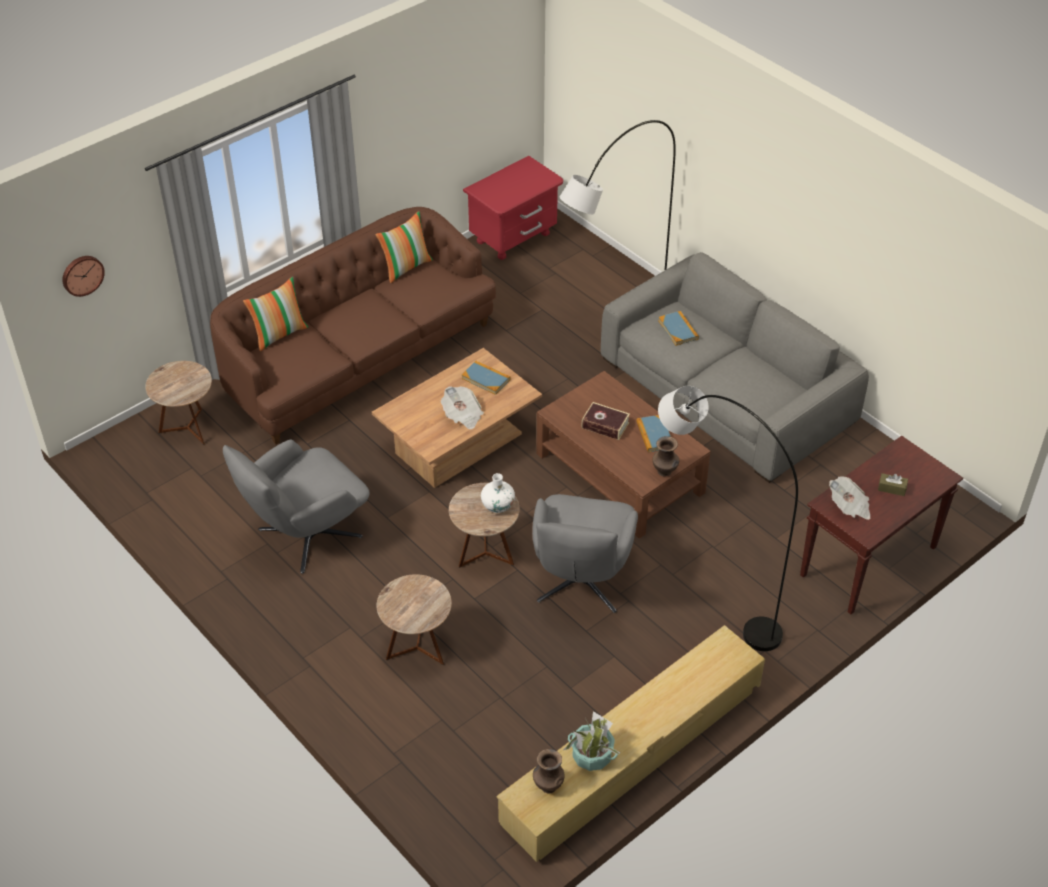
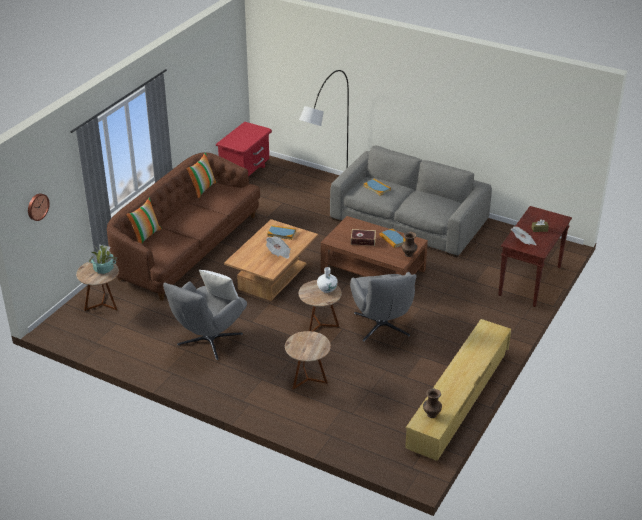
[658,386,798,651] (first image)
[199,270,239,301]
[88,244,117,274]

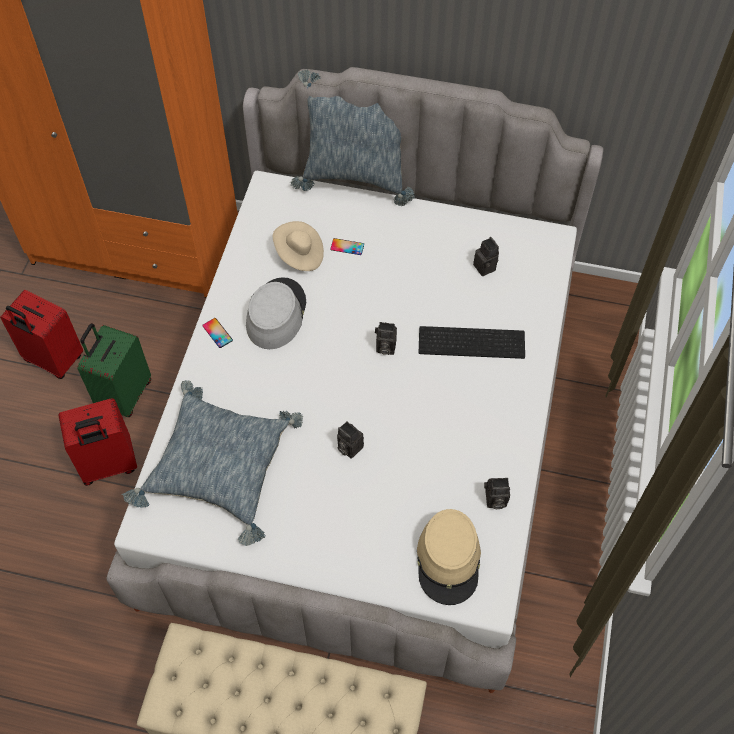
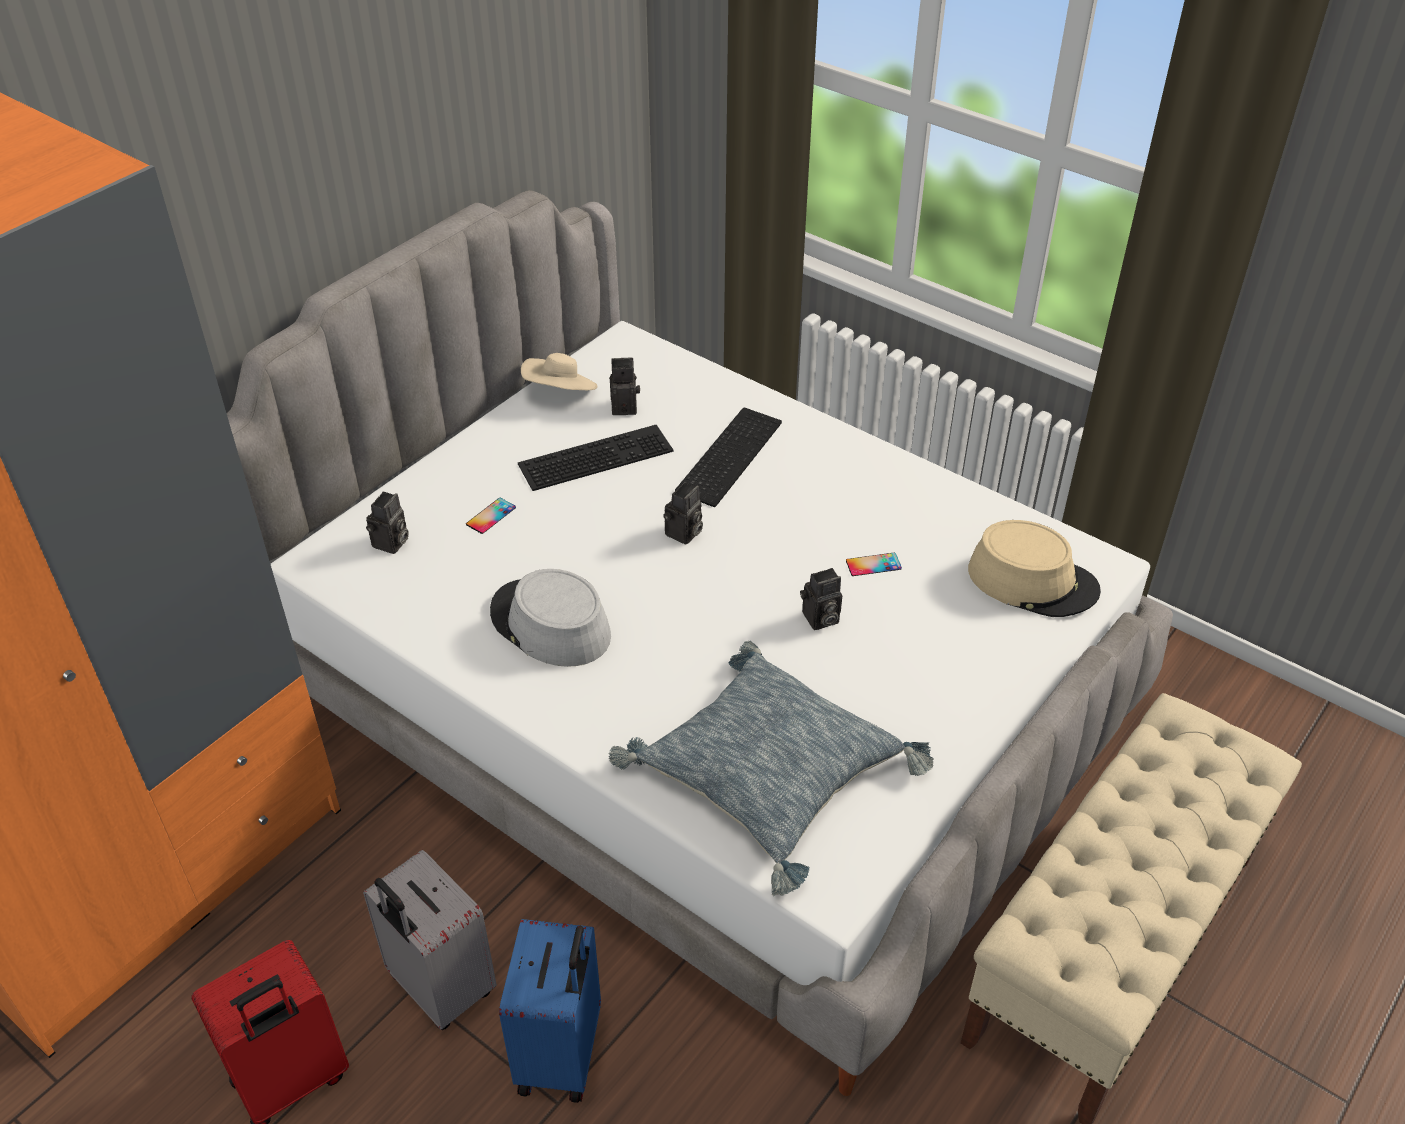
[290,69,415,206] (first image)
[518,425,674,491]
[846,553,902,576]
[521,353,598,390]
[366,491,409,554]
[499,919,601,1103]
[363,850,497,1030]

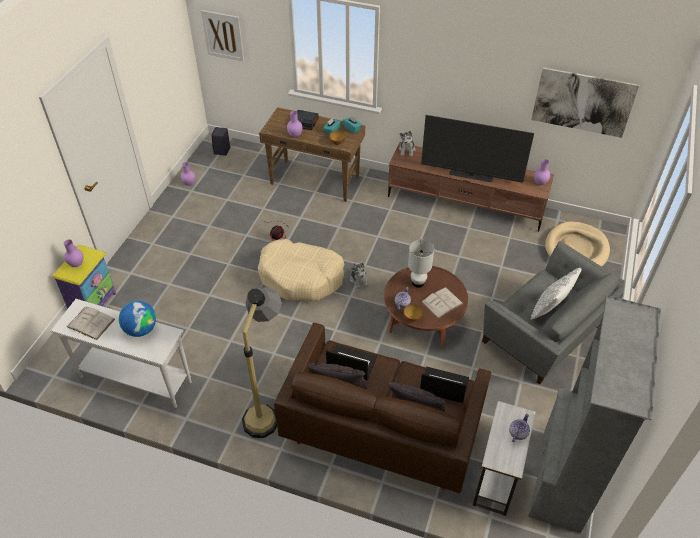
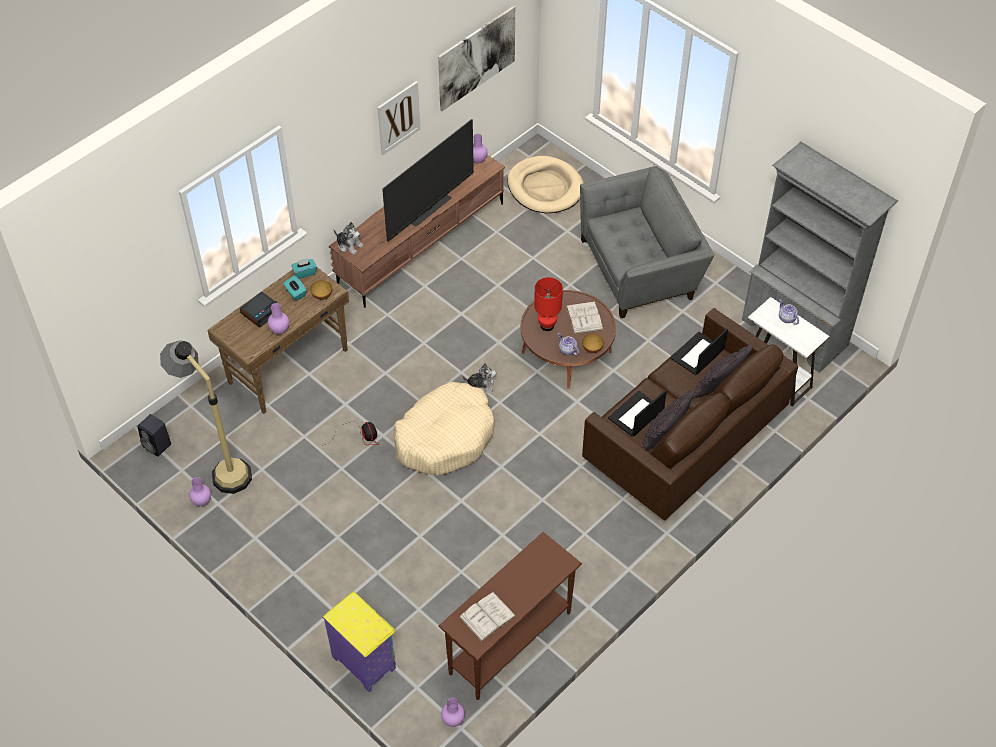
[119,301,156,337] (first image)
[530,268,582,320] (first image)
[441,698,465,727]
[377,81,420,155]
[160,340,252,494]
[439,532,582,700]
[534,277,563,331]

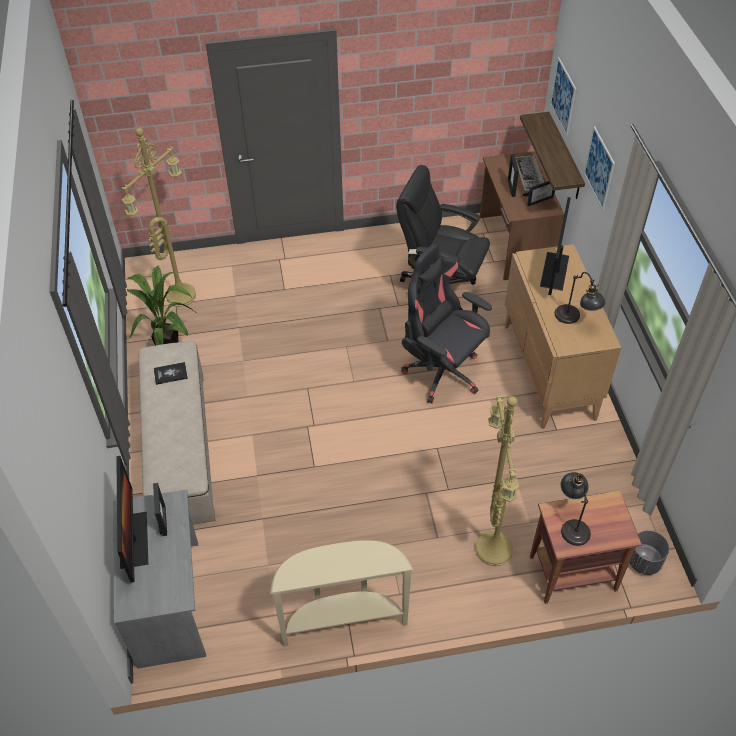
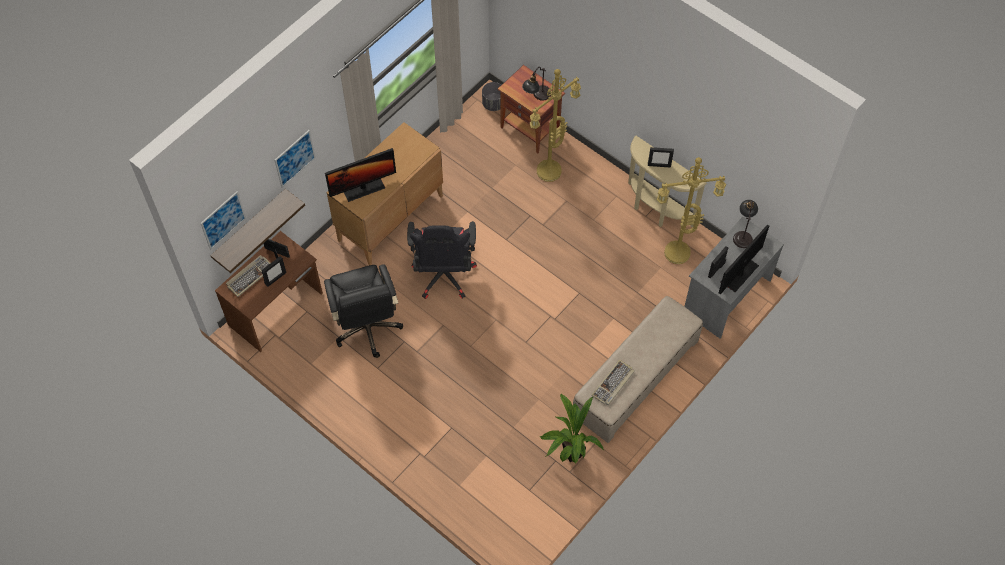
[648,147,674,168]
[657,157,726,264]
[733,200,758,248]
[591,360,635,405]

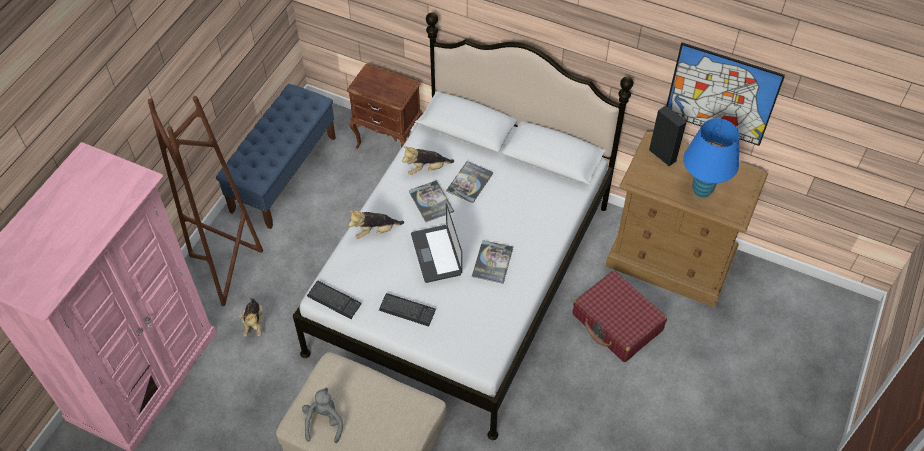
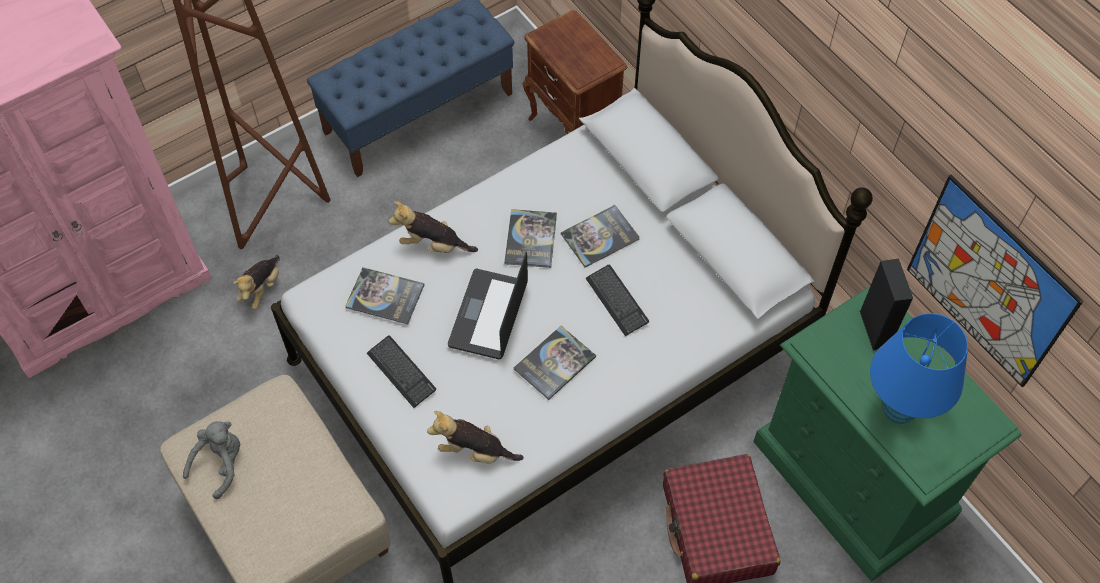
[345,267,424,324]
[586,265,649,336]
[427,411,524,464]
[754,286,1022,582]

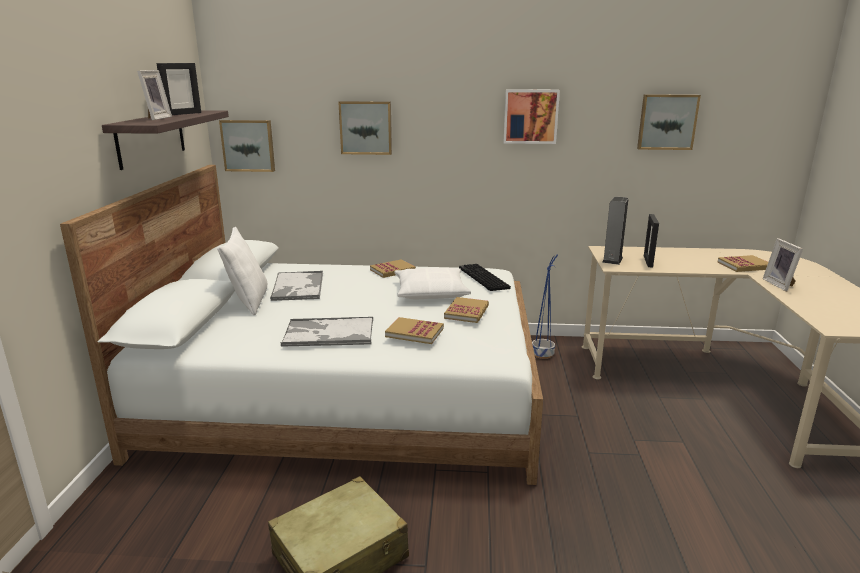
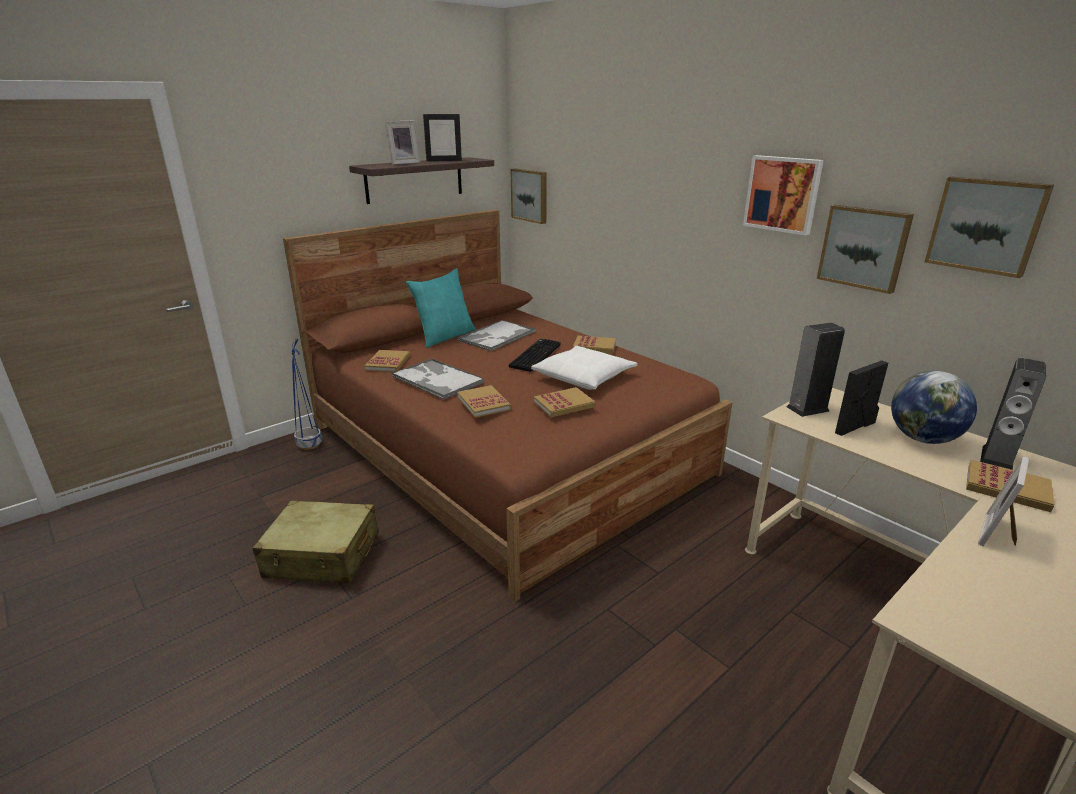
[364,350,410,372]
[891,371,977,444]
[980,358,1046,470]
[817,205,914,294]
[509,339,561,372]
[292,339,322,450]
[283,210,733,602]
[406,268,476,348]

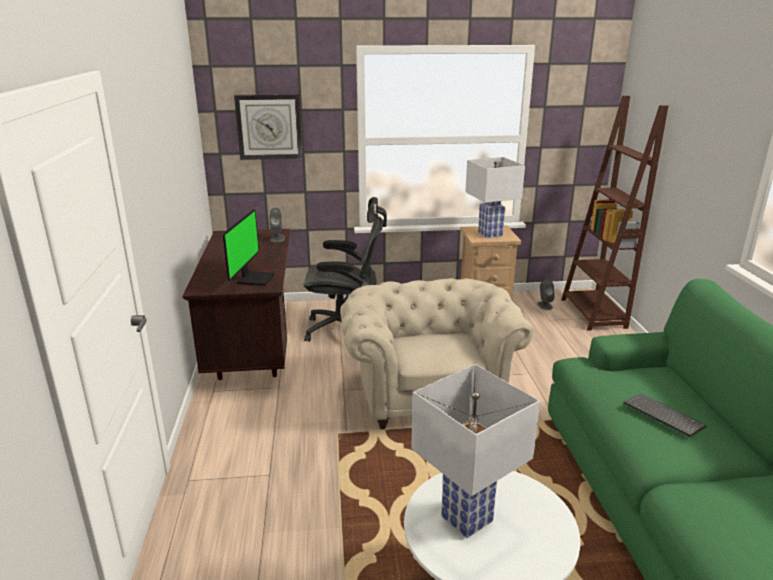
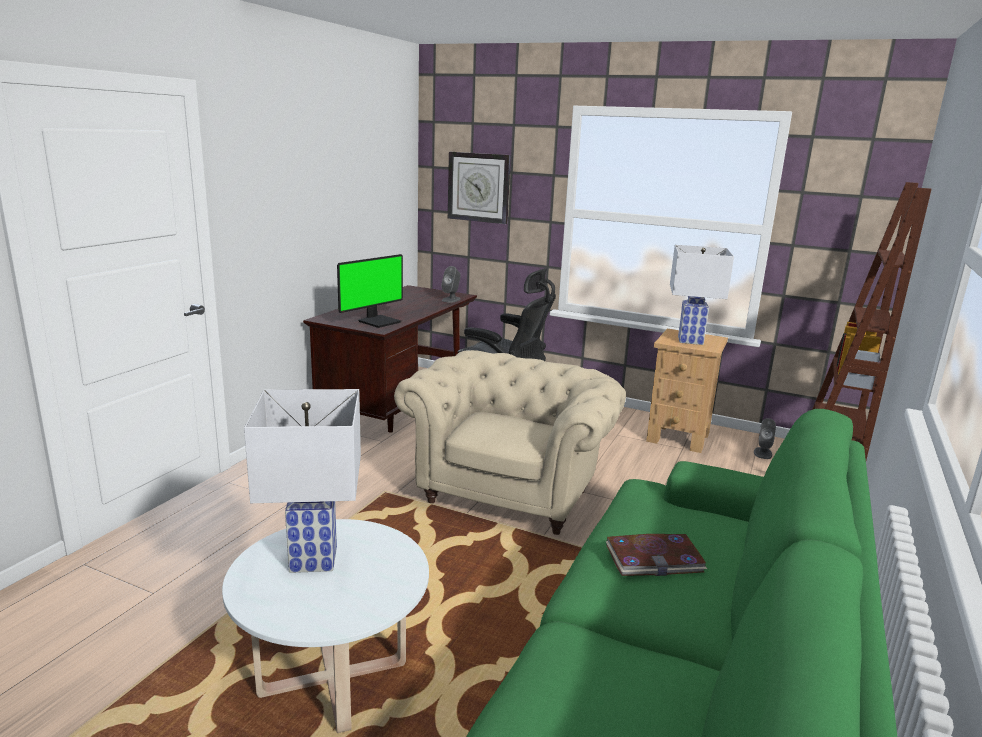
[605,534,707,576]

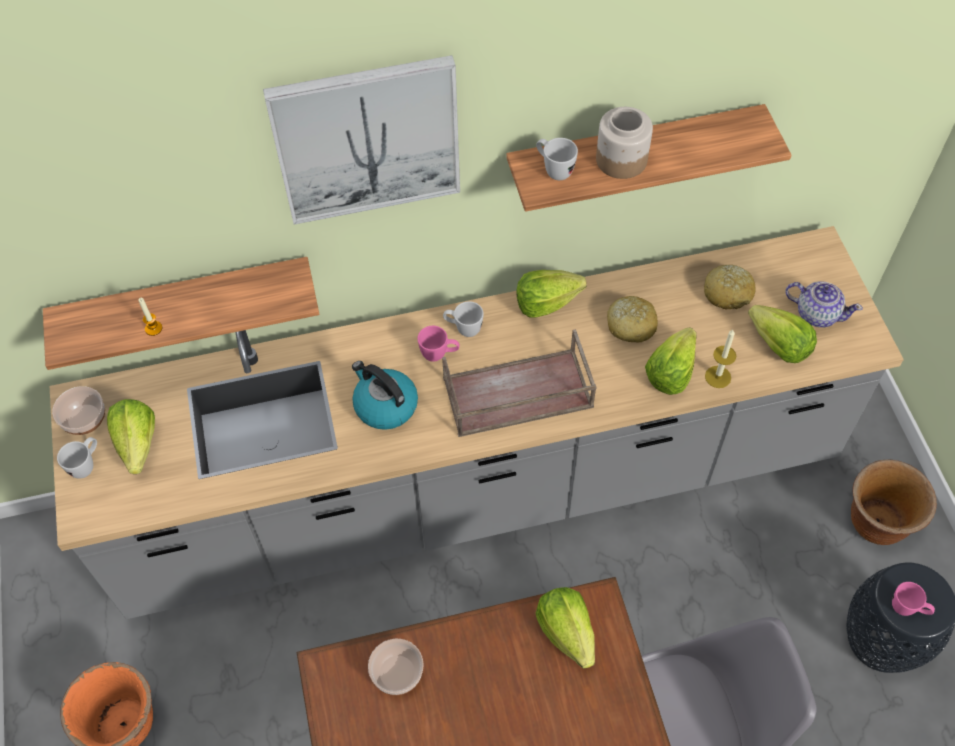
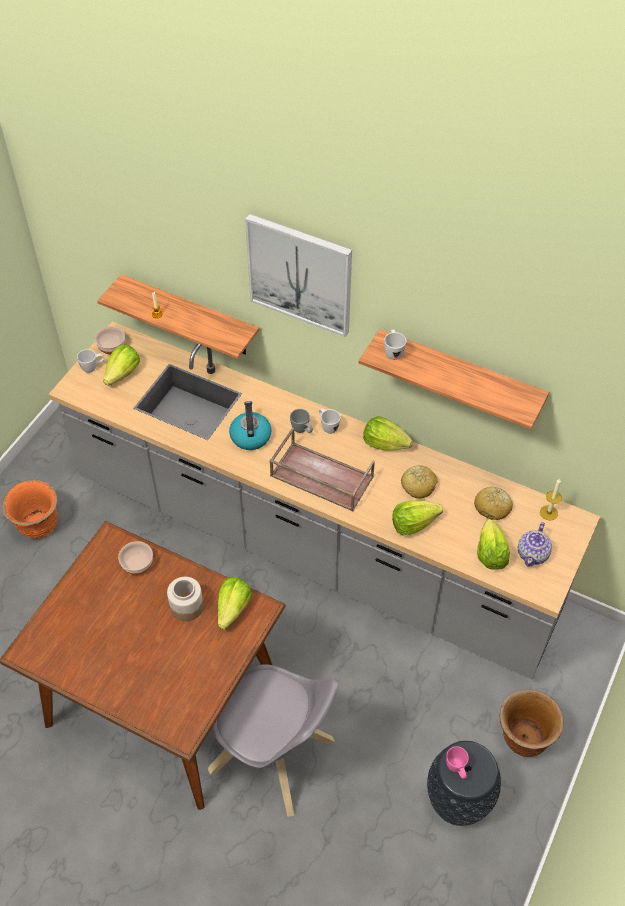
[167,577,204,621]
[540,479,562,521]
[290,409,313,433]
[518,522,552,567]

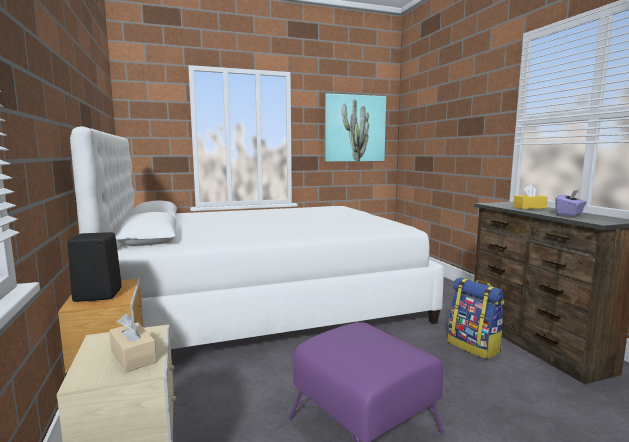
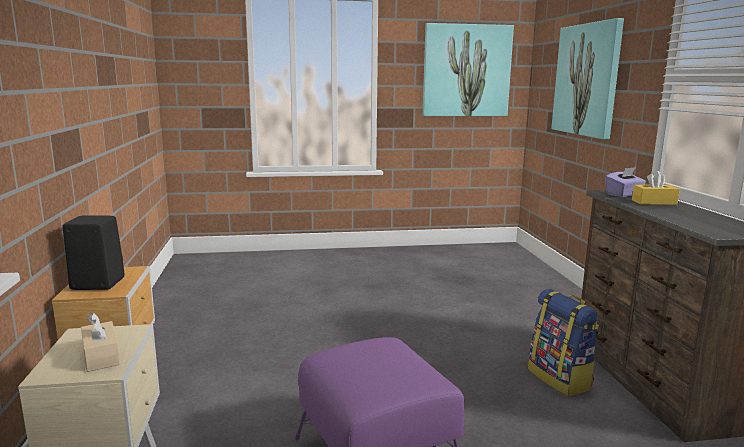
[70,126,444,349] (first image)
[551,18,624,139]
[605,167,646,197]

